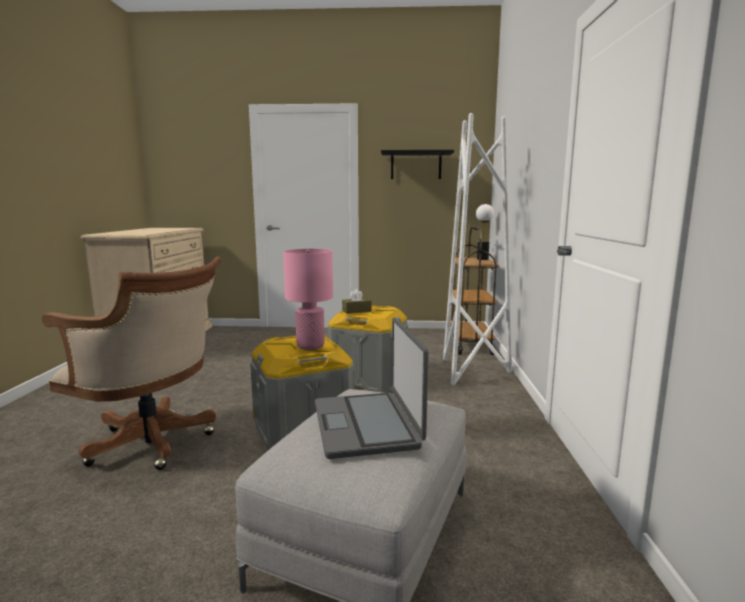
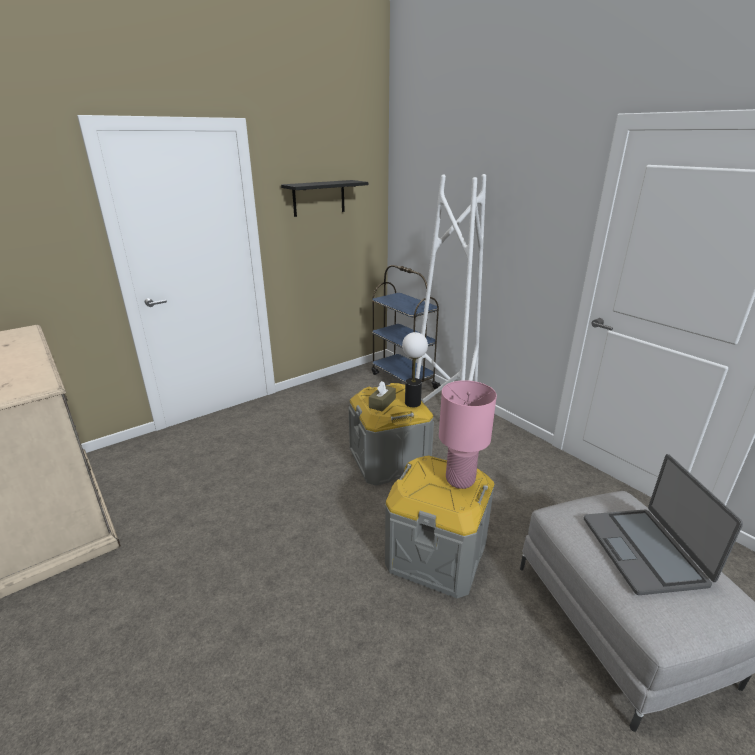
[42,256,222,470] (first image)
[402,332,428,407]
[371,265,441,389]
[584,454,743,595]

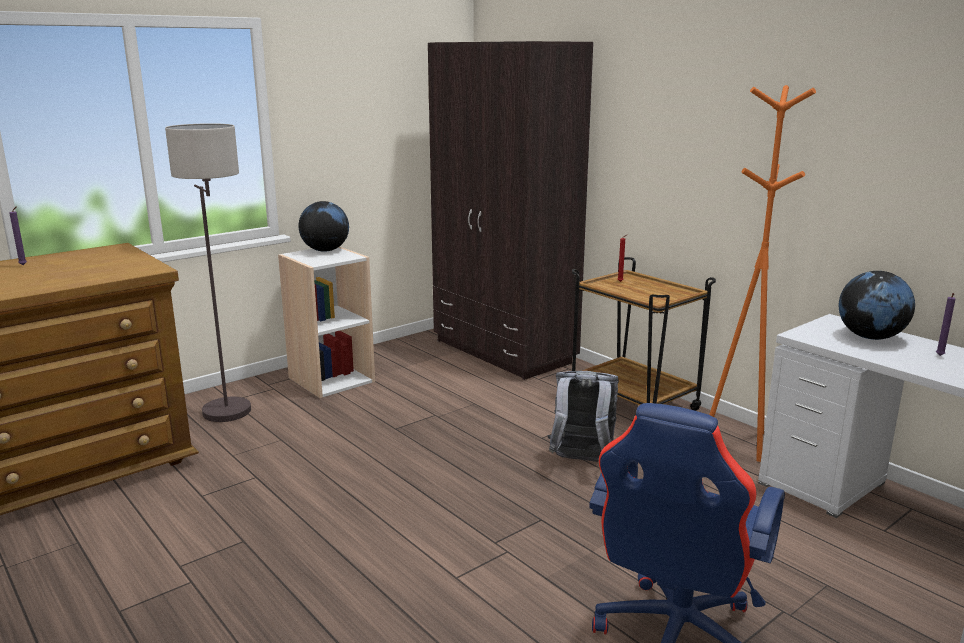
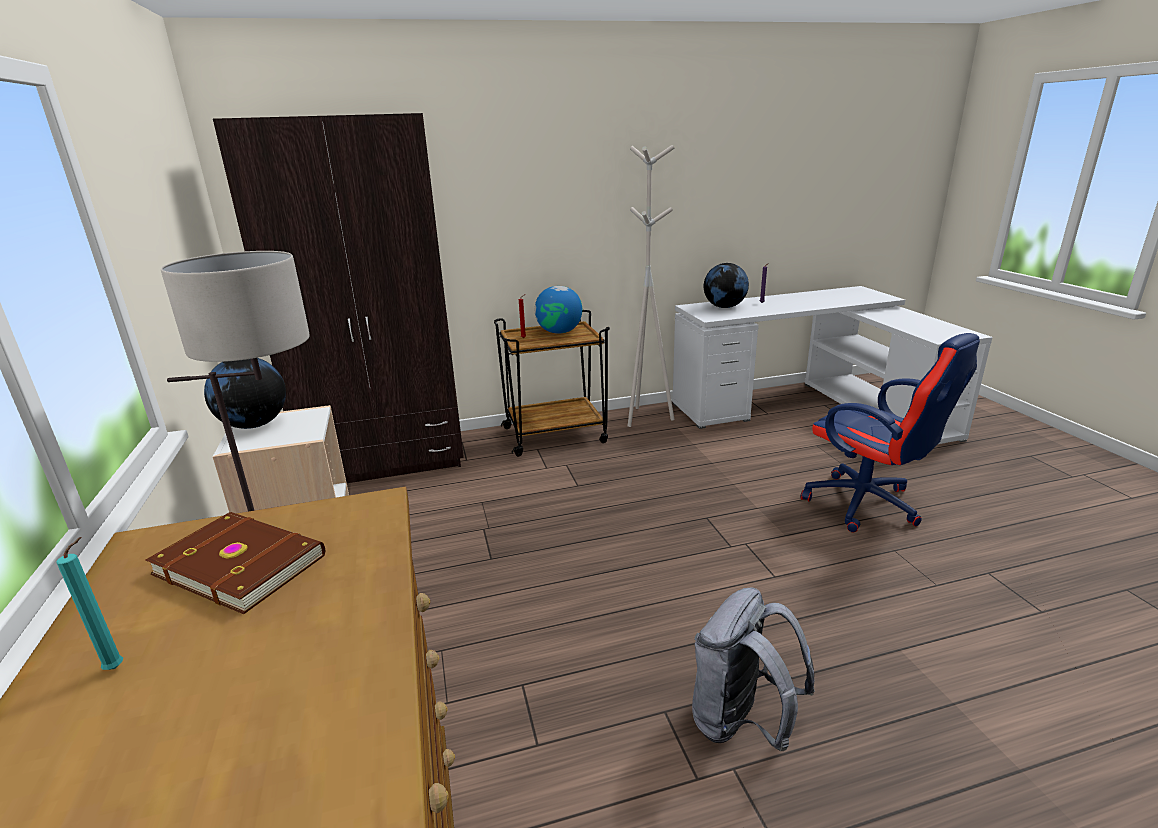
[146,512,325,614]
[535,286,582,334]
[692,587,815,751]
[56,537,123,670]
[628,145,674,427]

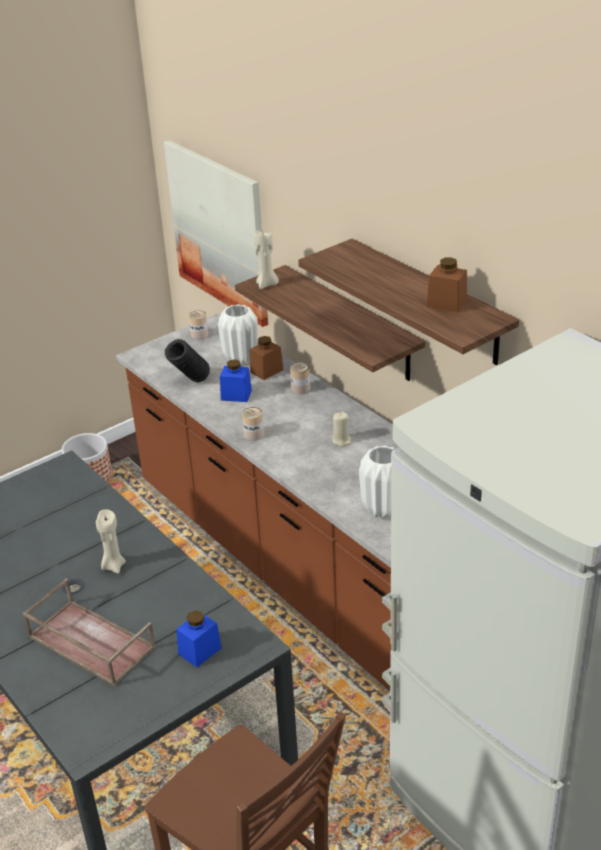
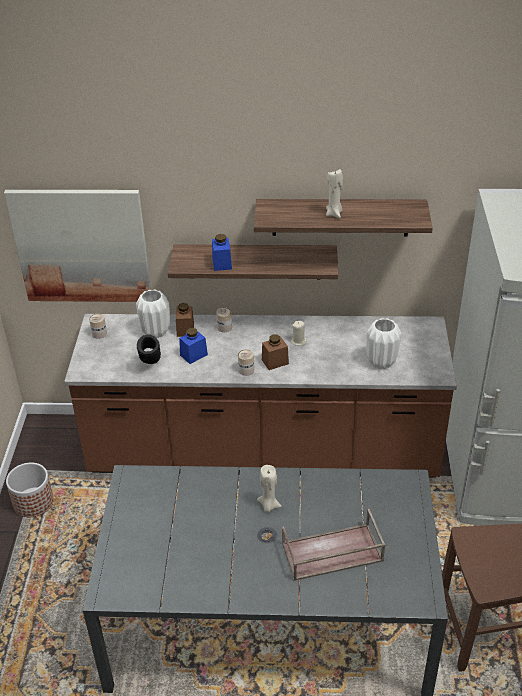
[212,234,232,271]
[326,169,343,218]
[262,335,289,370]

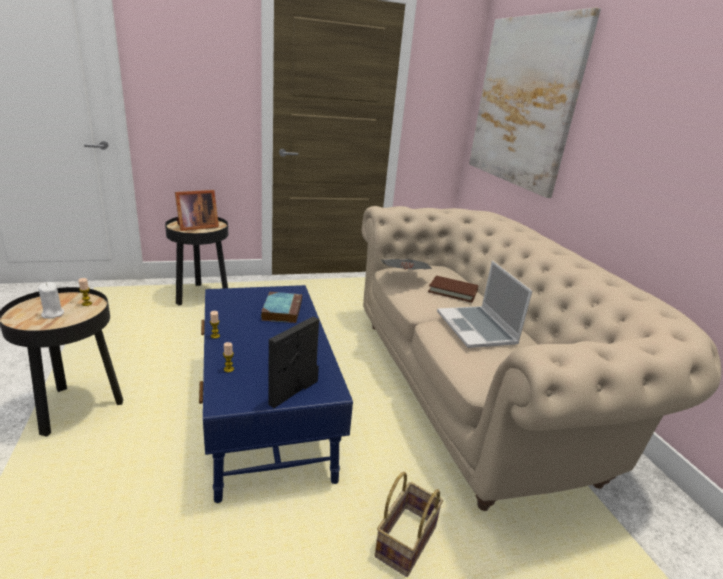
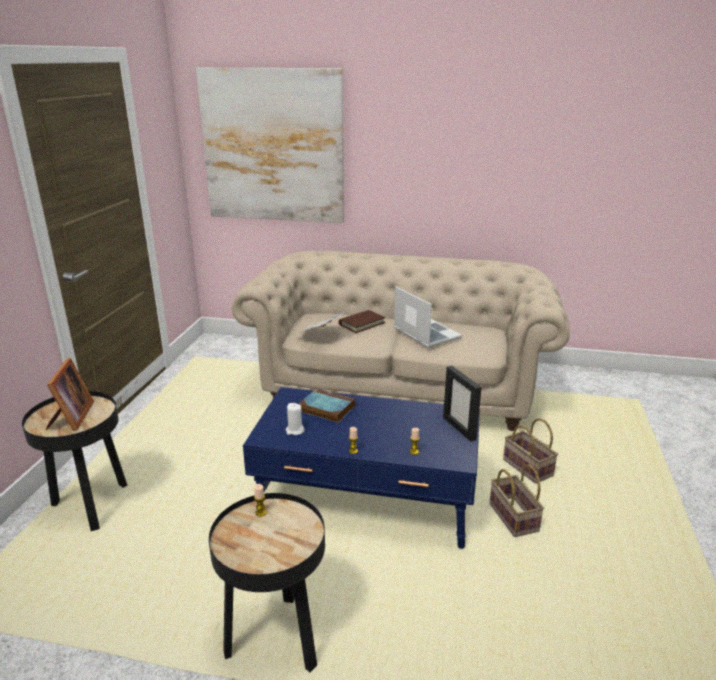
[489,464,544,537]
[286,403,305,435]
[394,286,462,348]

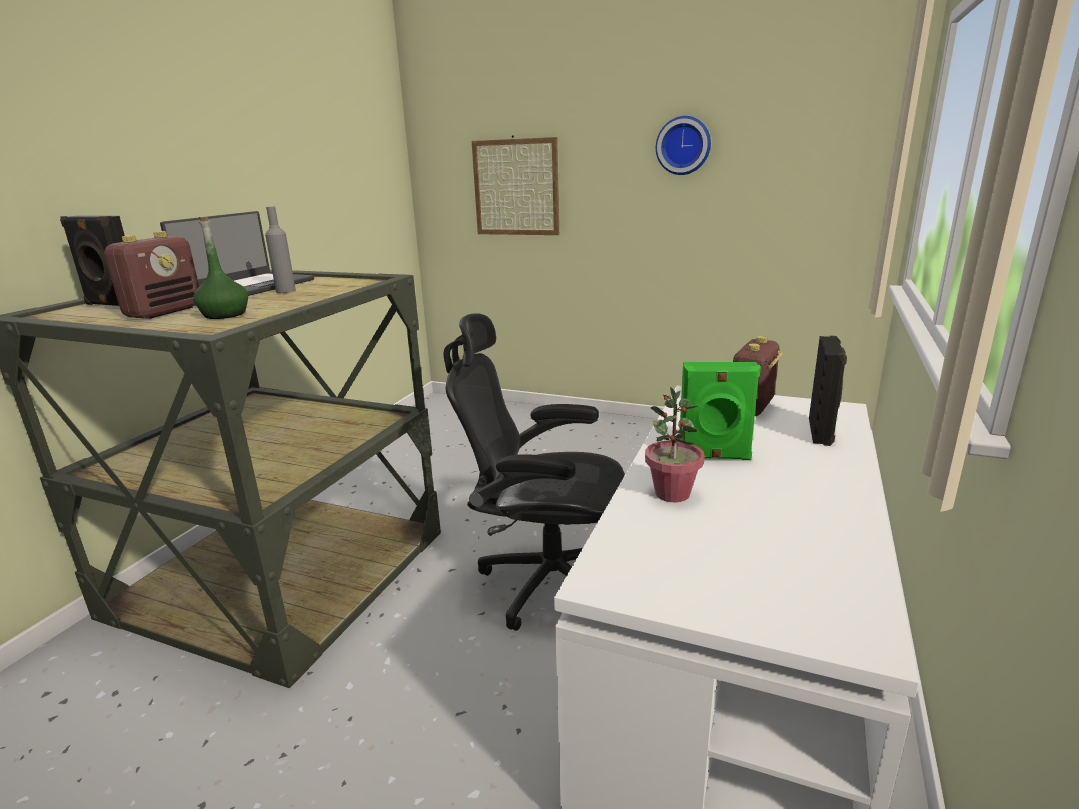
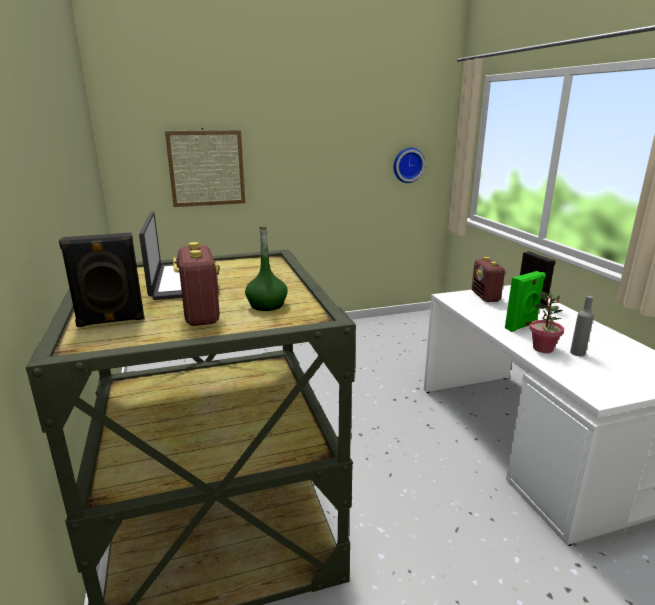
[444,313,625,631] (first image)
[570,296,594,356]
[394,148,425,183]

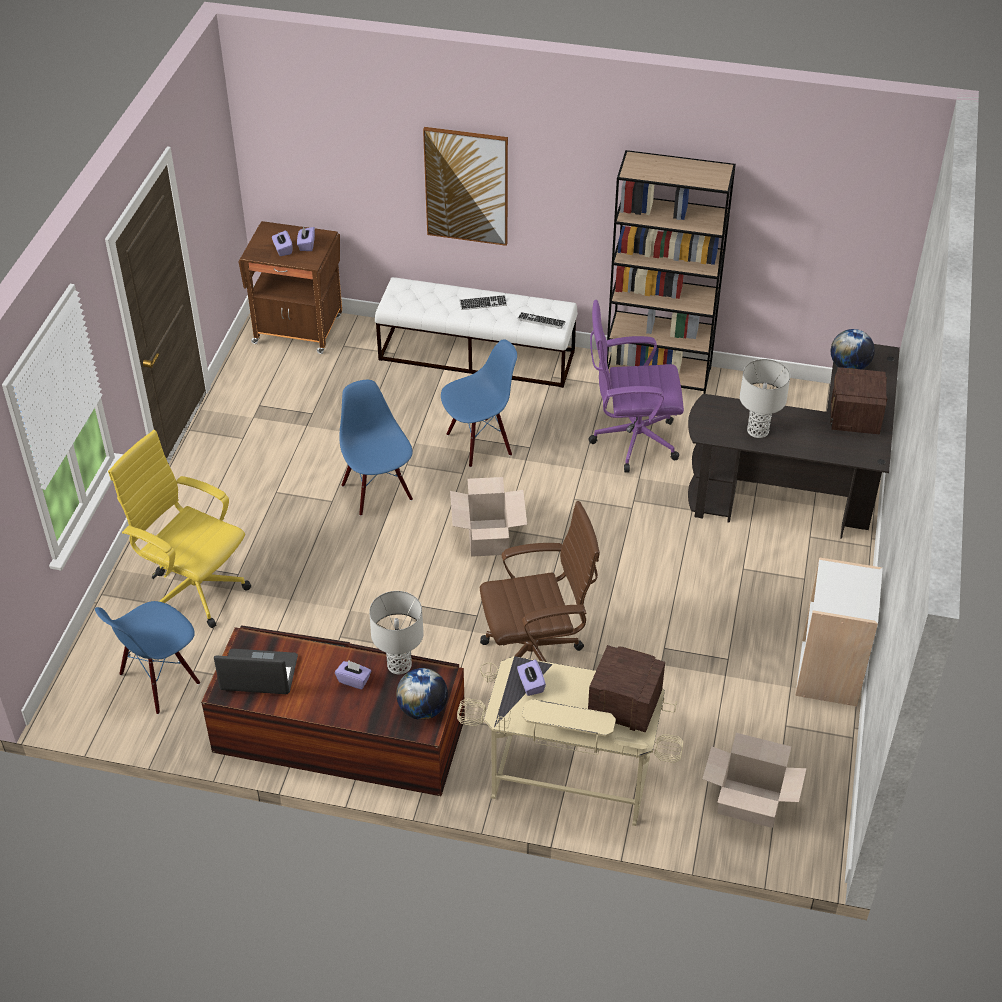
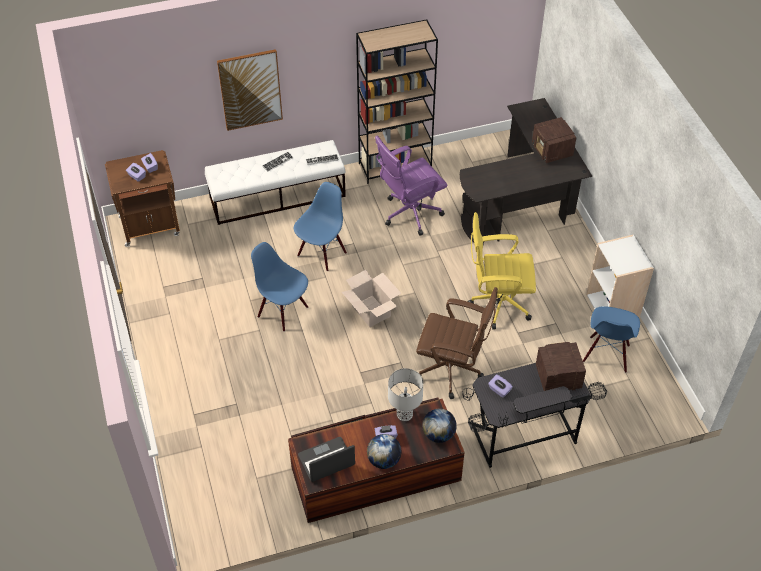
[702,733,807,828] (first image)
[740,359,790,438] (first image)
[583,306,640,373]
[468,212,536,330]
[367,434,402,469]
[462,363,607,468]
[416,287,498,399]

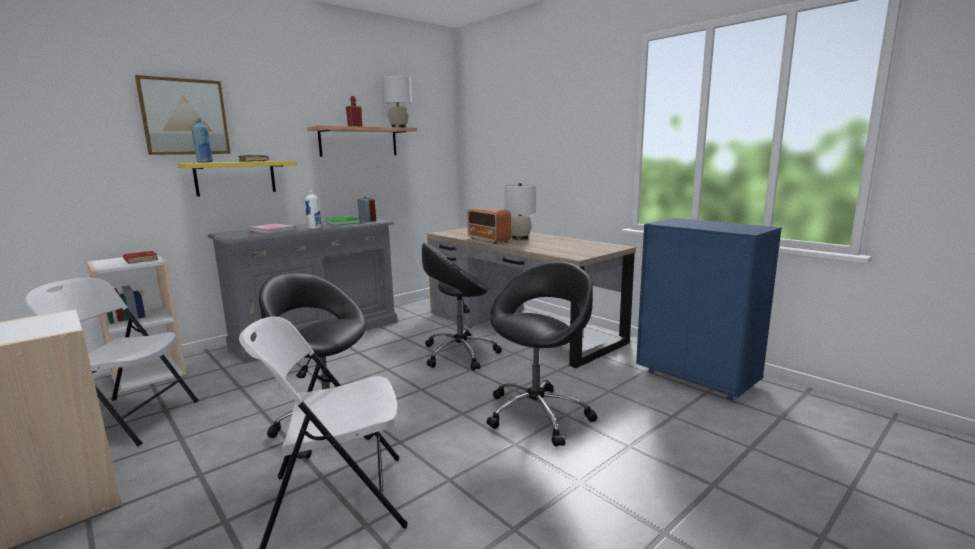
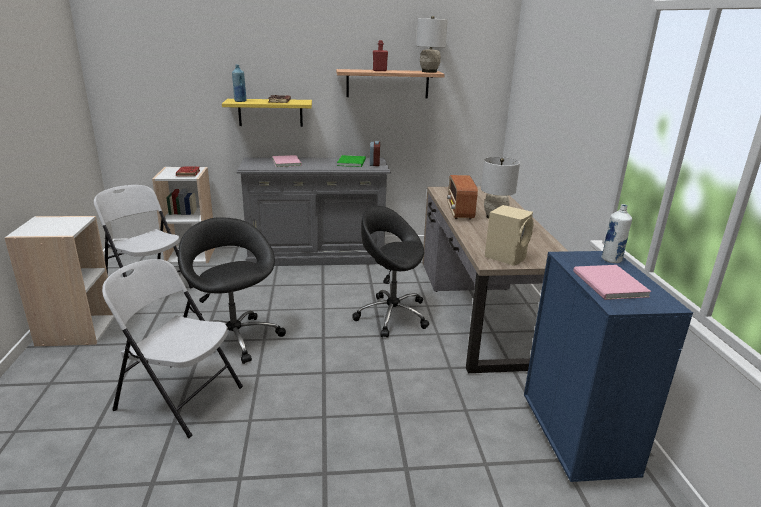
[135,75,231,155] (first image)
[487,262,598,447] (first image)
[485,205,534,266]
[573,265,651,300]
[601,204,632,263]

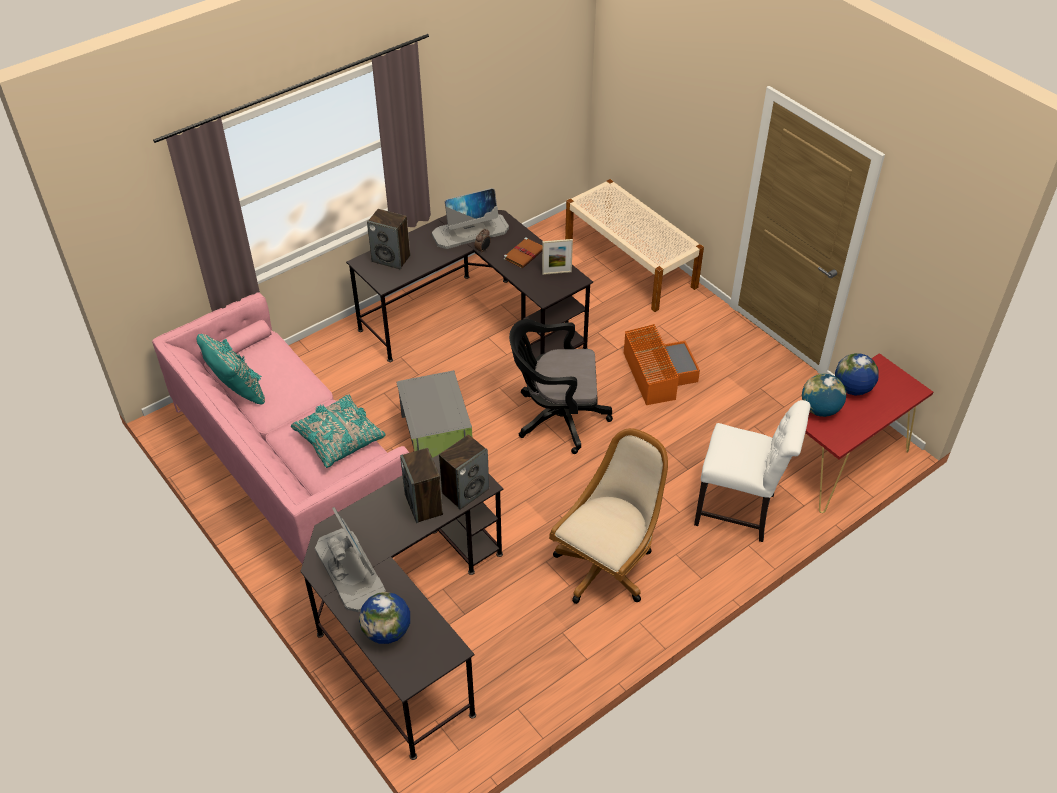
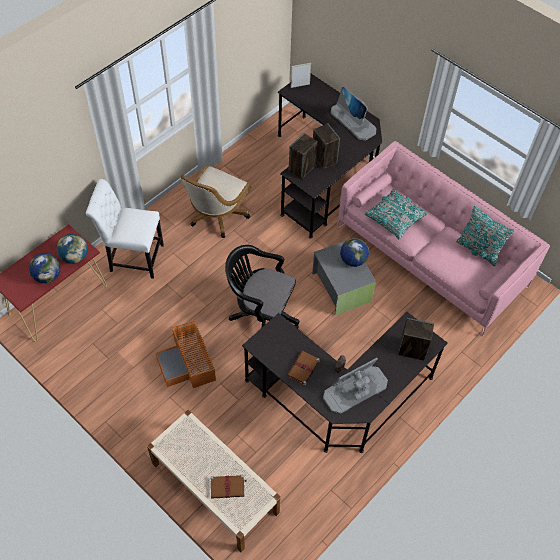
[211,475,247,498]
[340,238,369,267]
[291,63,311,88]
[225,245,299,328]

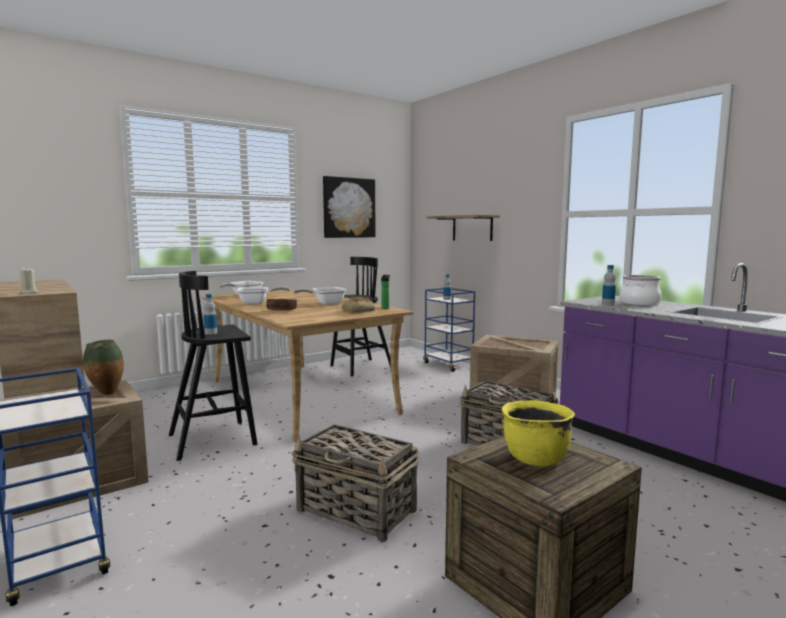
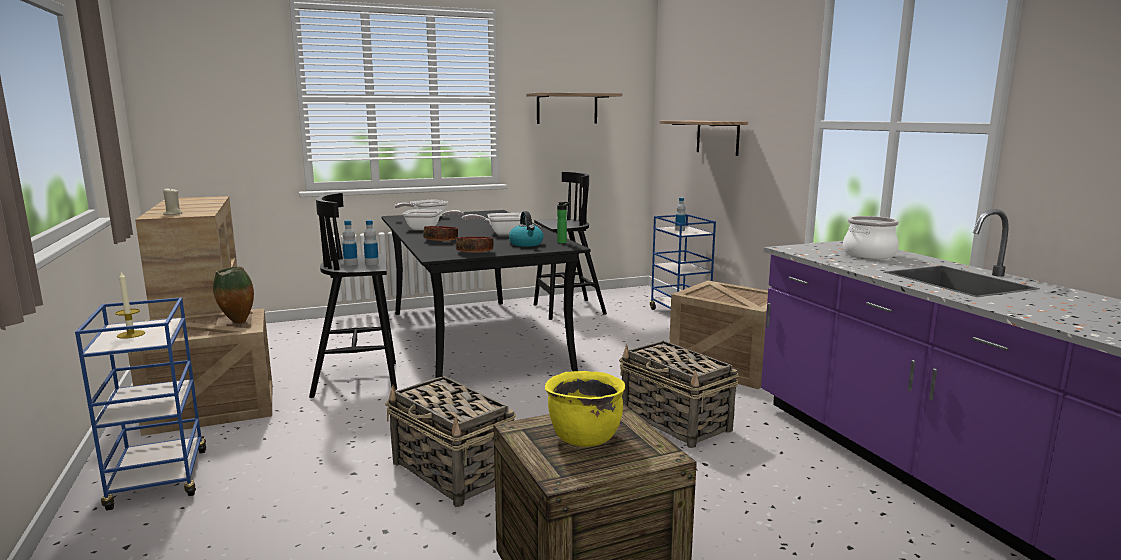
[115,272,145,339]
[456,237,494,252]
[364,220,379,265]
[526,93,622,124]
[509,211,544,247]
[381,210,591,378]

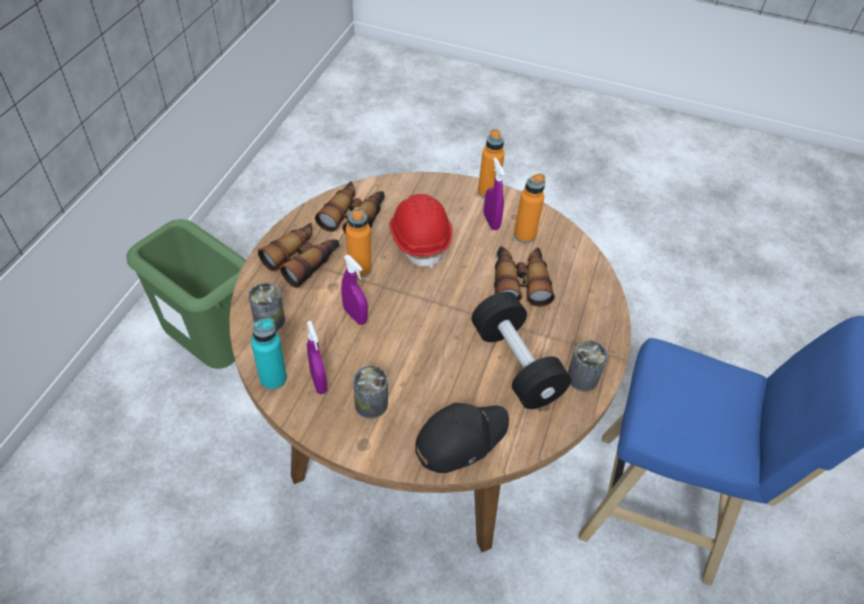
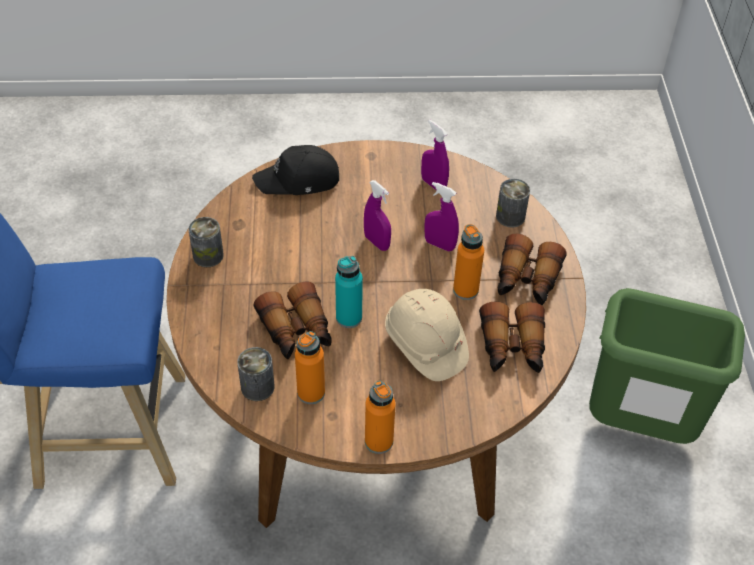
[472,292,571,409] (first image)
[335,256,363,328]
[237,347,275,401]
[364,180,391,251]
[385,289,469,381]
[252,145,339,195]

